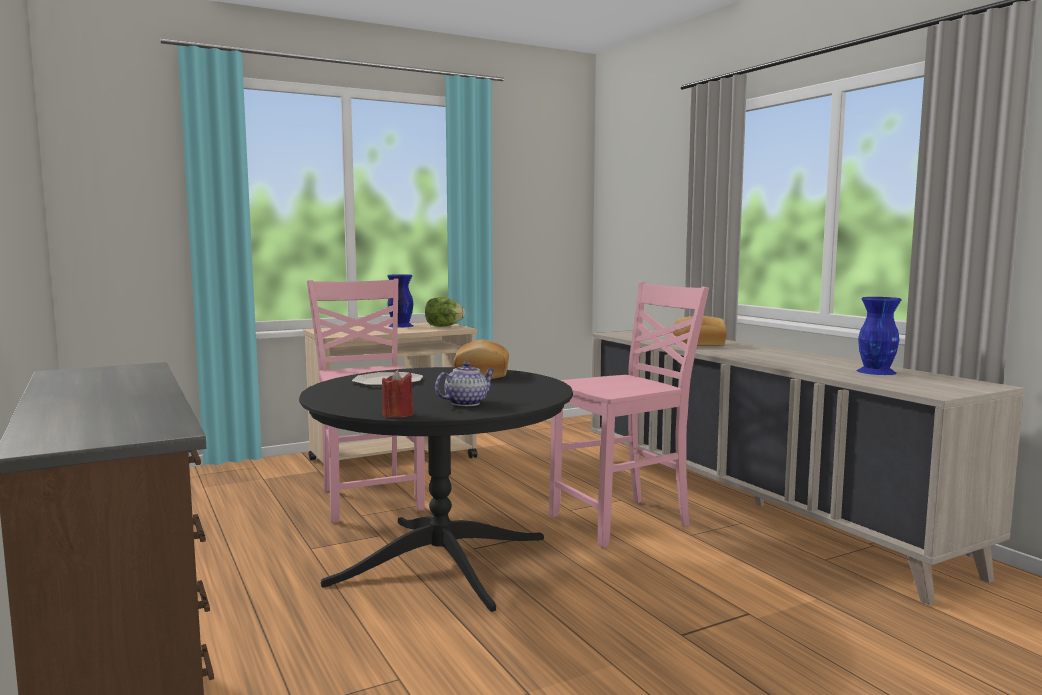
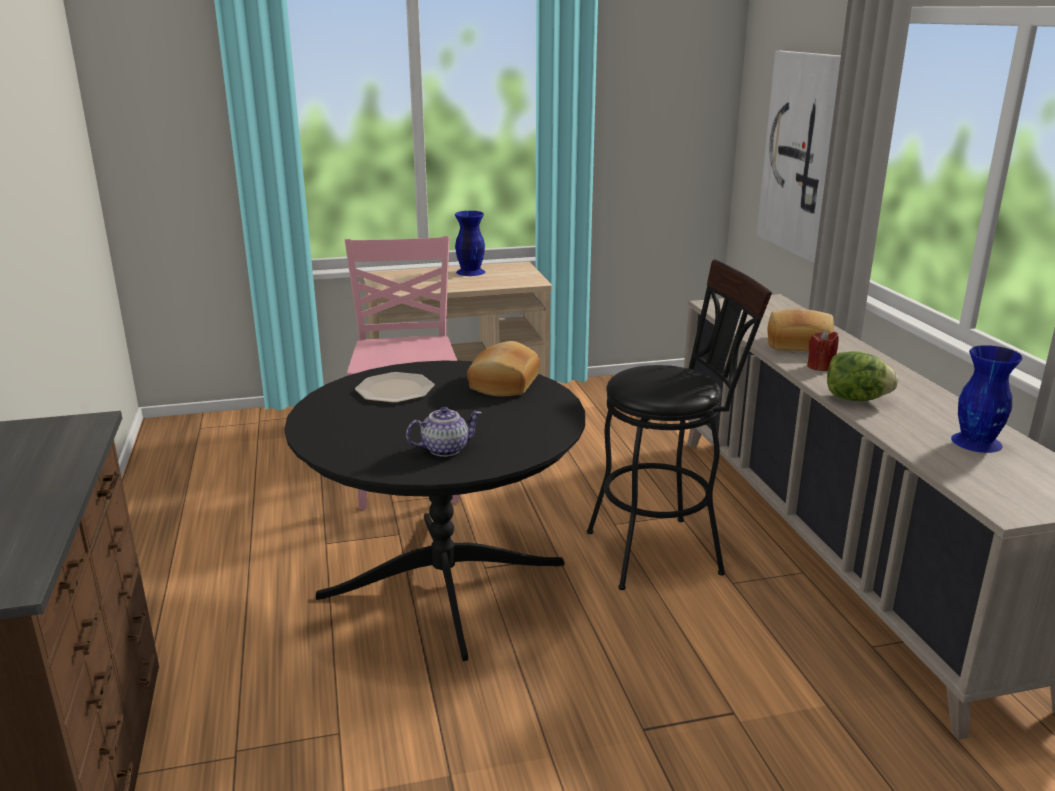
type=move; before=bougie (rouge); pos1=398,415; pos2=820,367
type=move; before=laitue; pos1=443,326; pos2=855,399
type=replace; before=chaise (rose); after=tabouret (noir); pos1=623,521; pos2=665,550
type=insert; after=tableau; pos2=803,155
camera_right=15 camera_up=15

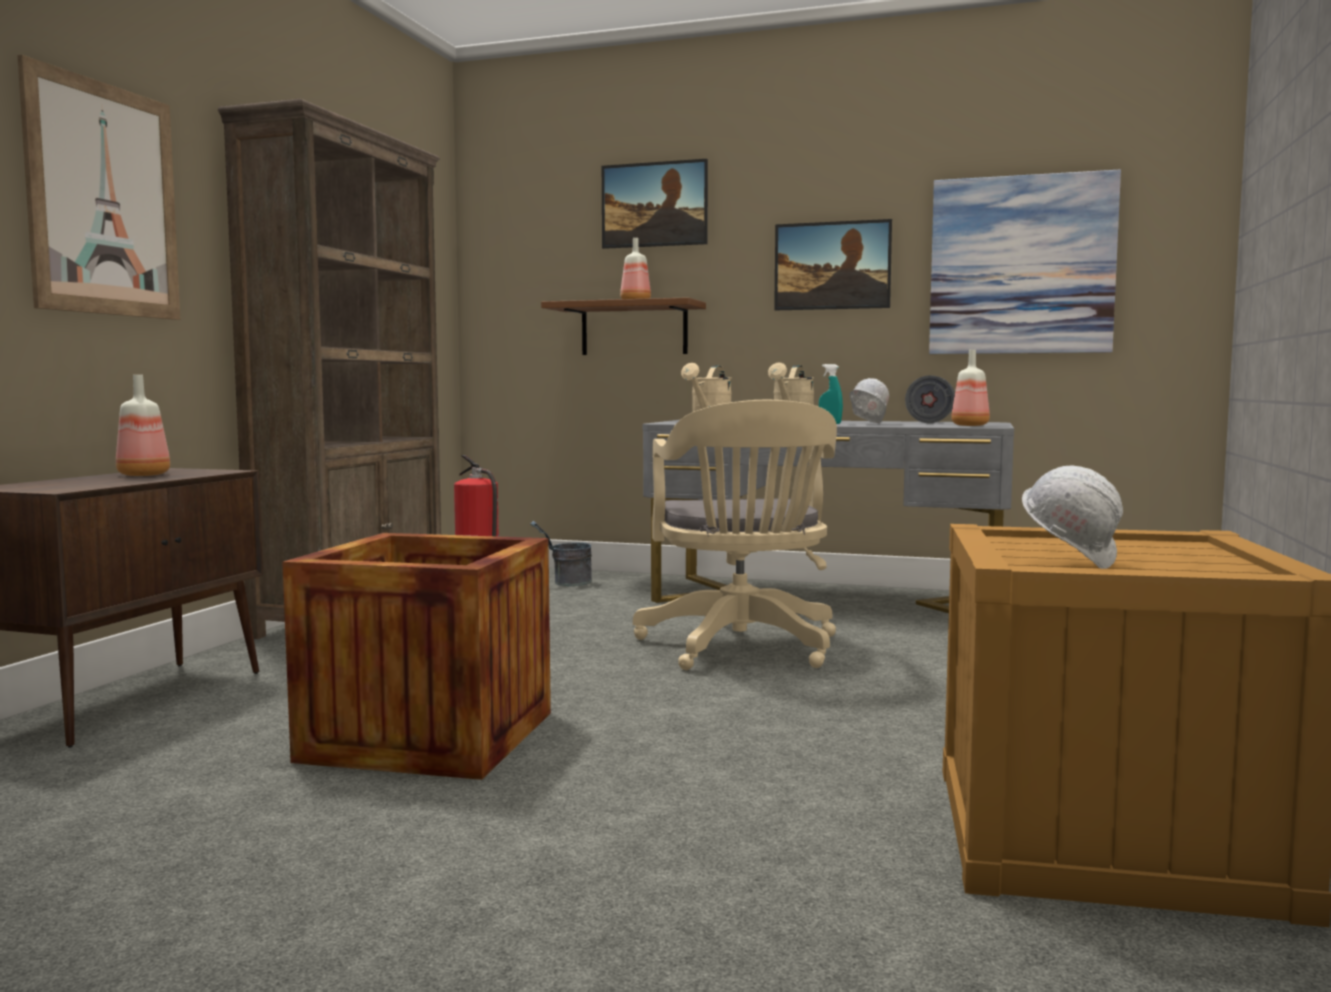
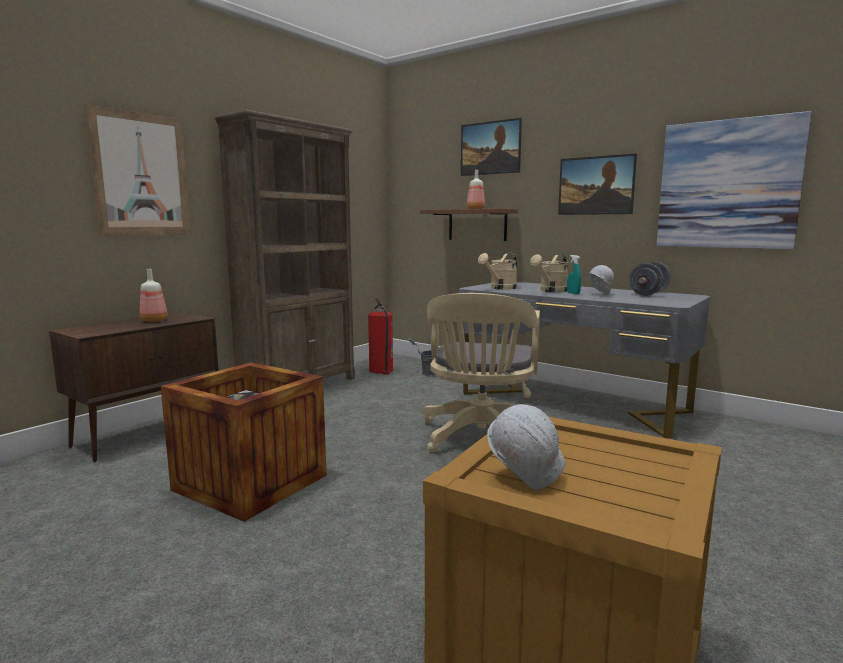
type=delete; before=bouteille; pos1=971,425
camera_right=20 camera_up=5

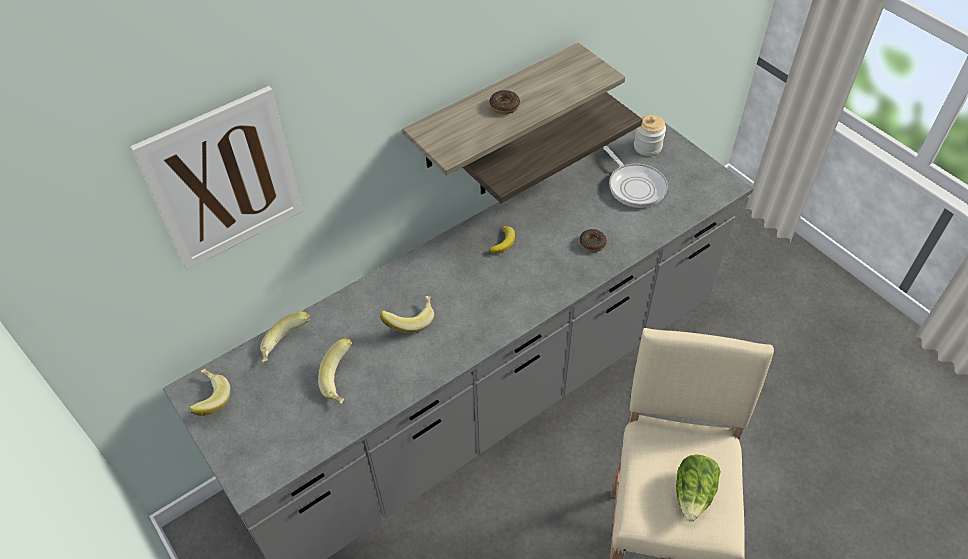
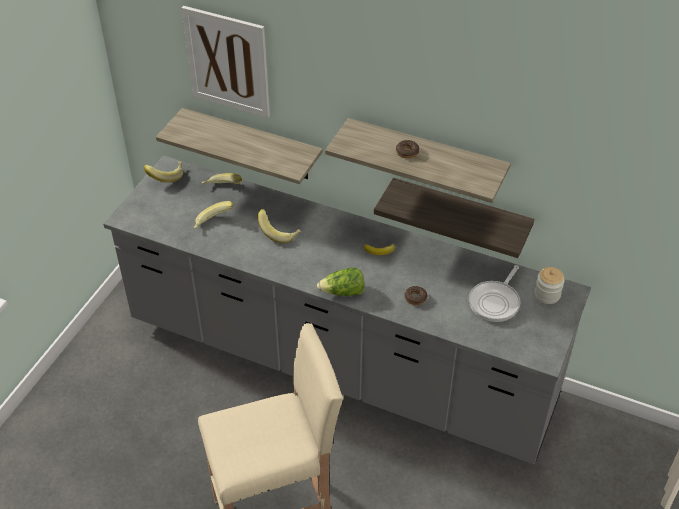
type=move; before=laitue; pos1=693,494; pos2=343,292
type=insert; after=étagère; pos2=252,144
camera_right=60 camera_up=-5

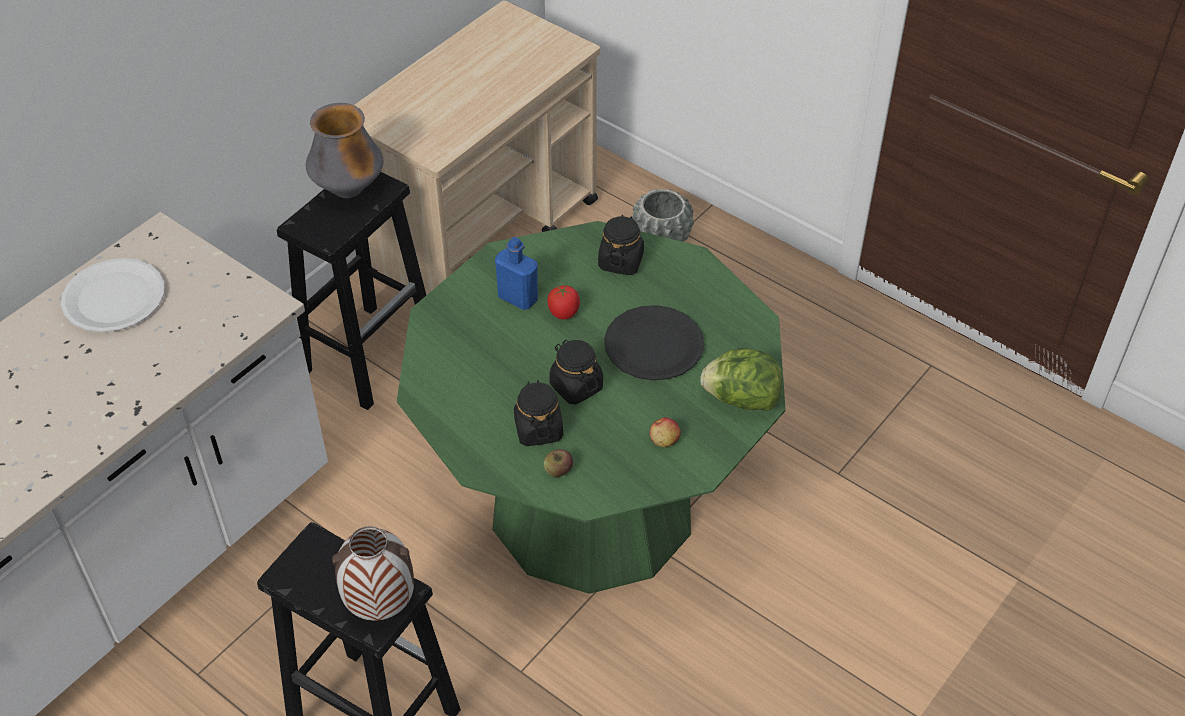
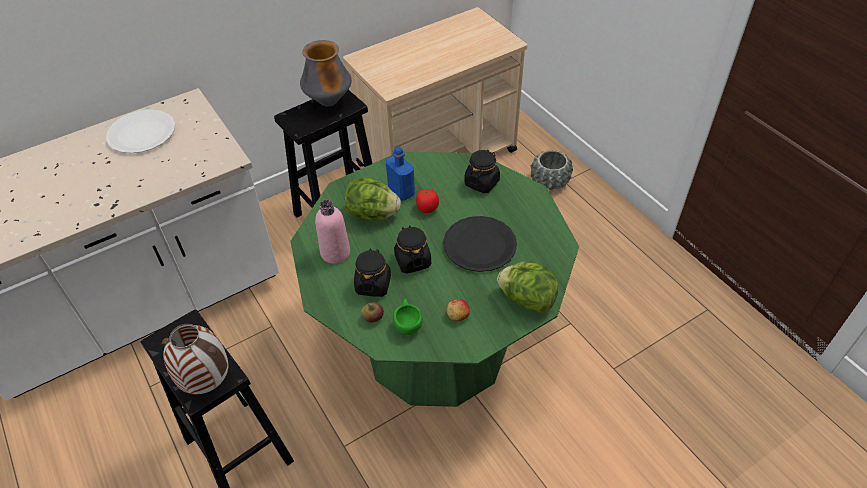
type=insert; after=bouteille (rose); pos2=335,253
type=insert; after=laitue; pos2=372,214
type=insert; after=tasse (vert); pos2=407,323
camera_right=20 camera_up=0

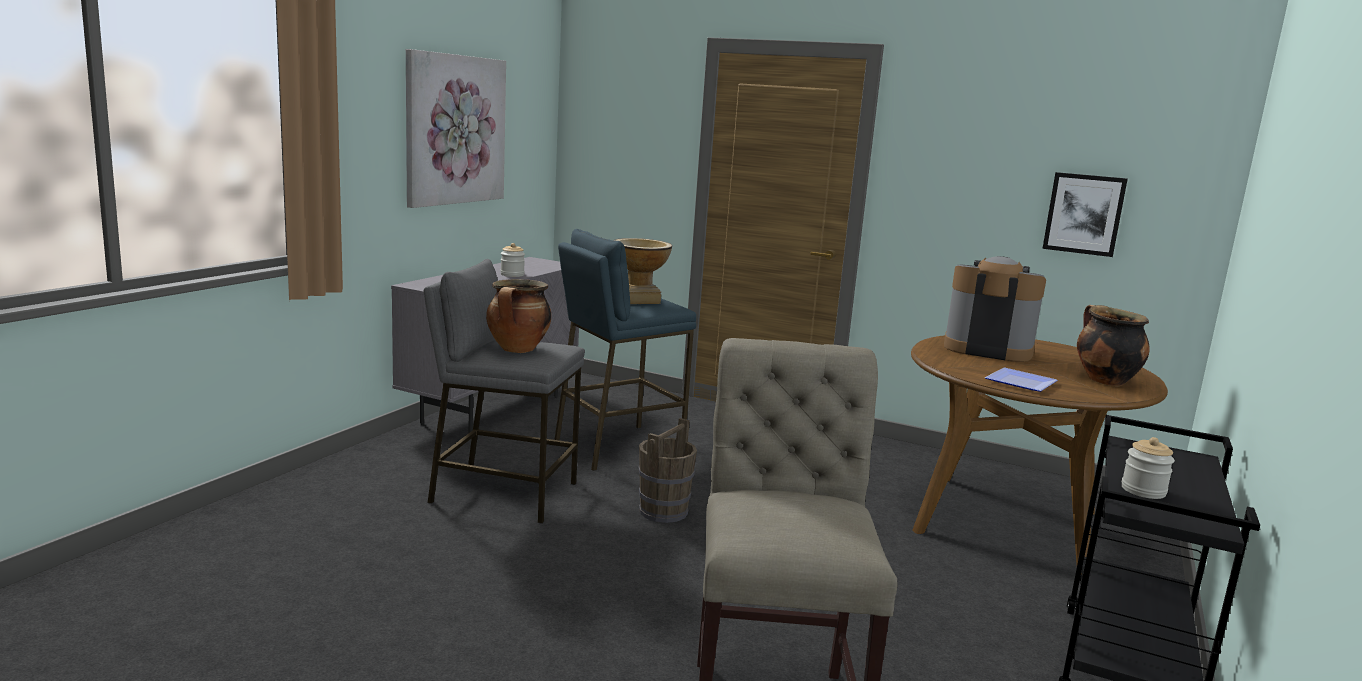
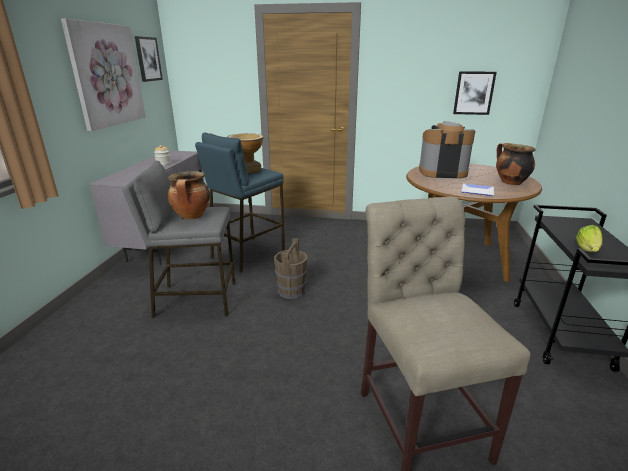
type=replace; before=bocal; after=laitue; pos1=1143,491; pos2=587,249
type=insert; after=tableau; pos2=148,59
camera_right=-15 camera_up=10

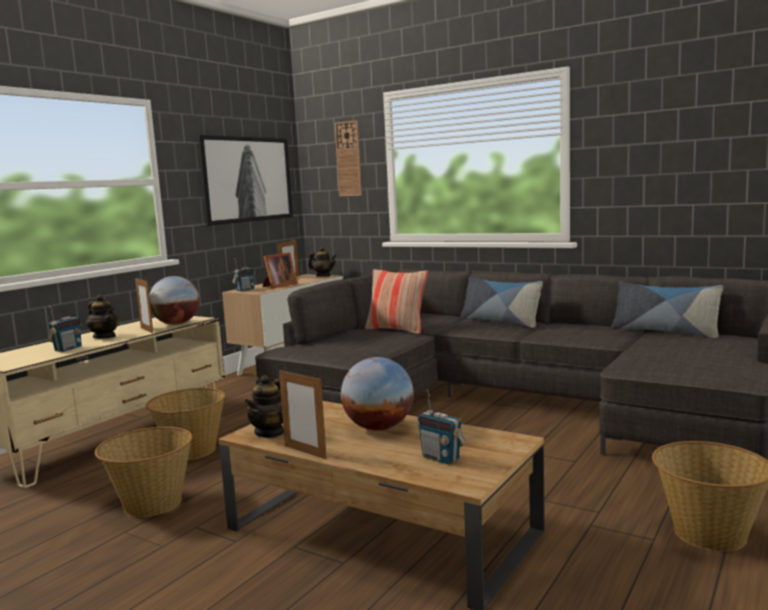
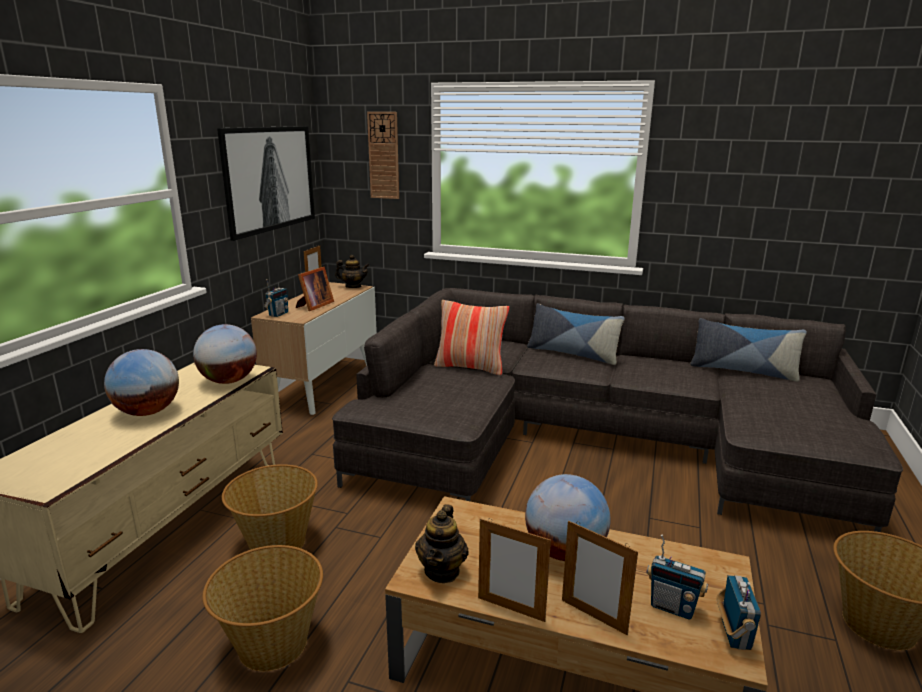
type=move; before=radio; pos1=68,349; pos2=734,634
type=replace; before=théière; after=globe; pos1=105,337; pos2=147,412
type=move; before=cadre photo; pos1=147,330; pos2=593,616
camera_right=-15 camera_up=10

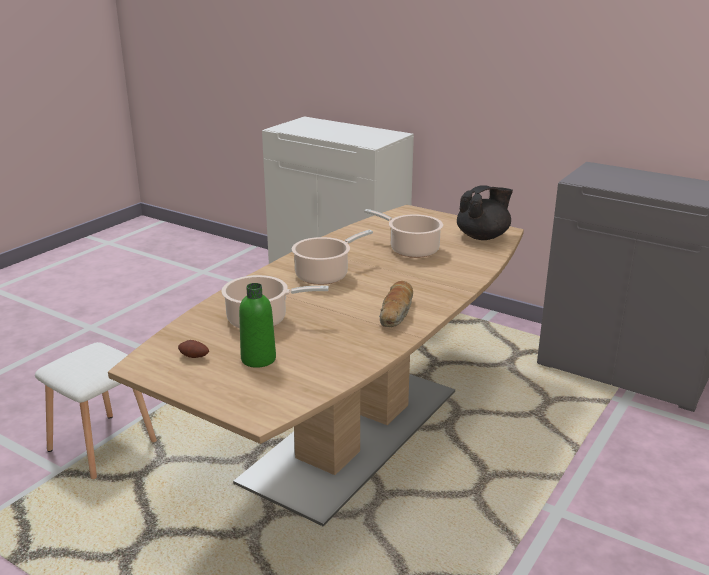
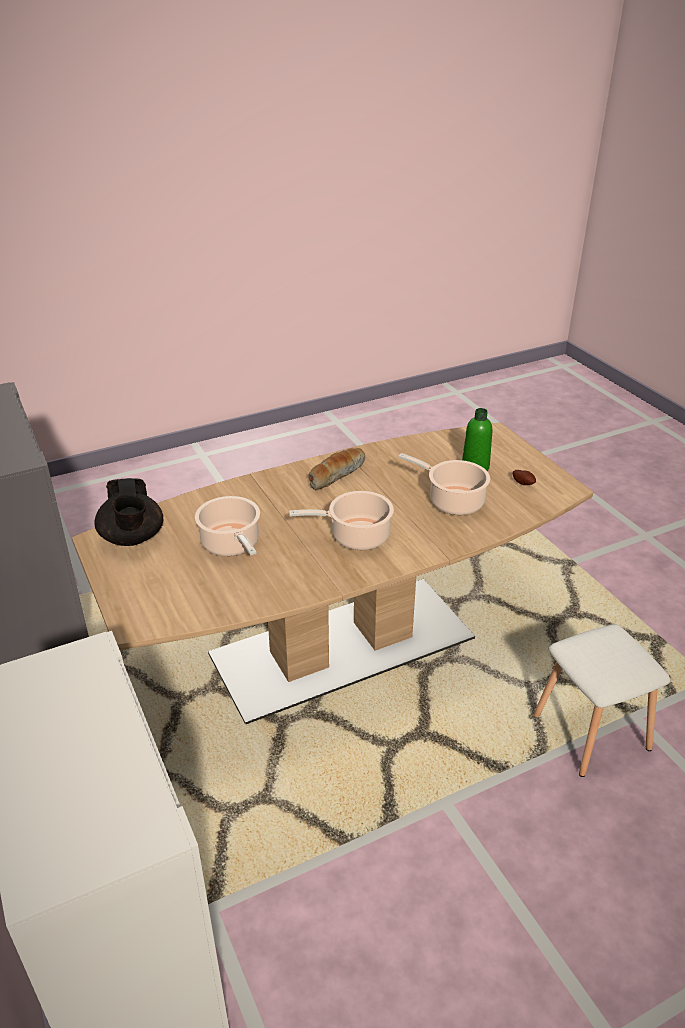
type=rotate; before=théière (noir); pos1=483,236; pos2=132,538; turn=-105
camera_right=-150 camera_up=10

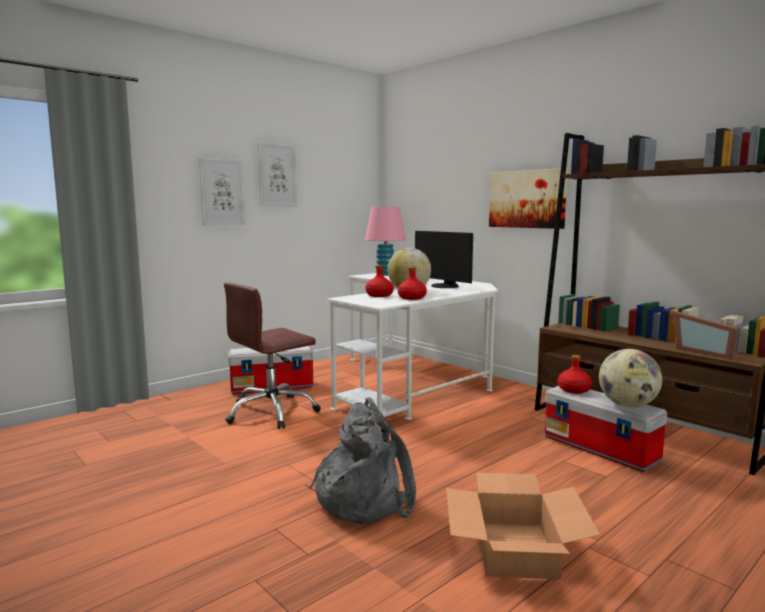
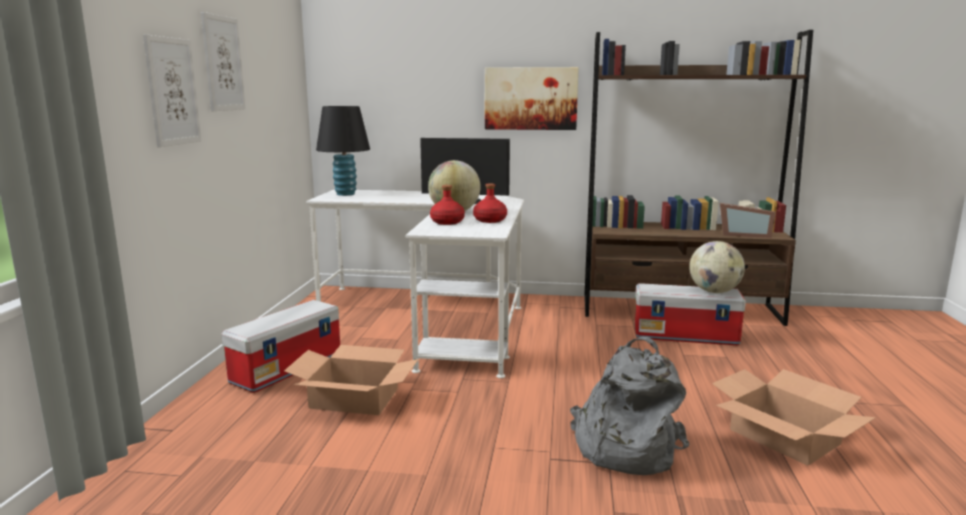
type=replace; before=chaise de bureau (marron); after=carton; pos1=272,412; pos2=354,398
type=recolor; before=lampe de table (rose); after=lampe de table (noir); pos1=385,274; pos2=346,194
type=delete; before=bouteille (rouge); pos1=573,390
camera_right=-40 camera_up=5

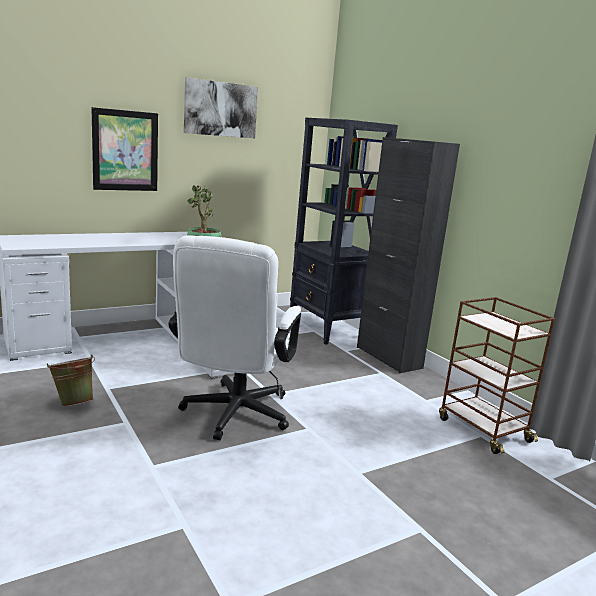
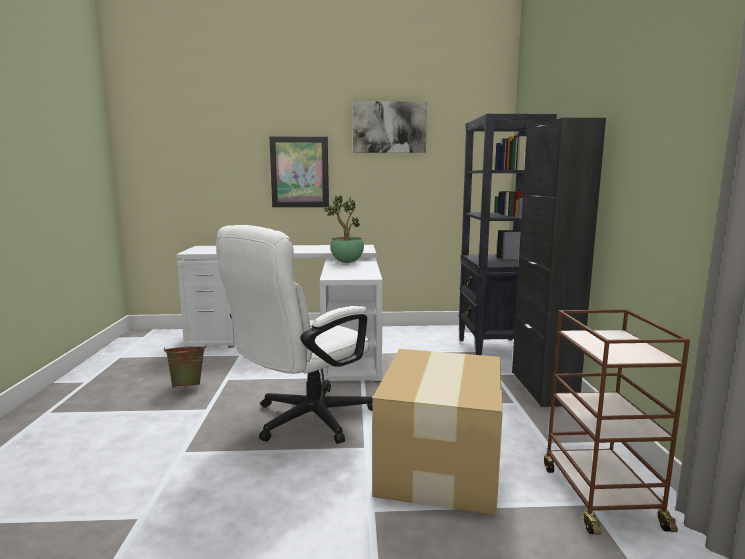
type=insert; after=carton; pos2=441,464
camera_right=30 camera_up=-5

